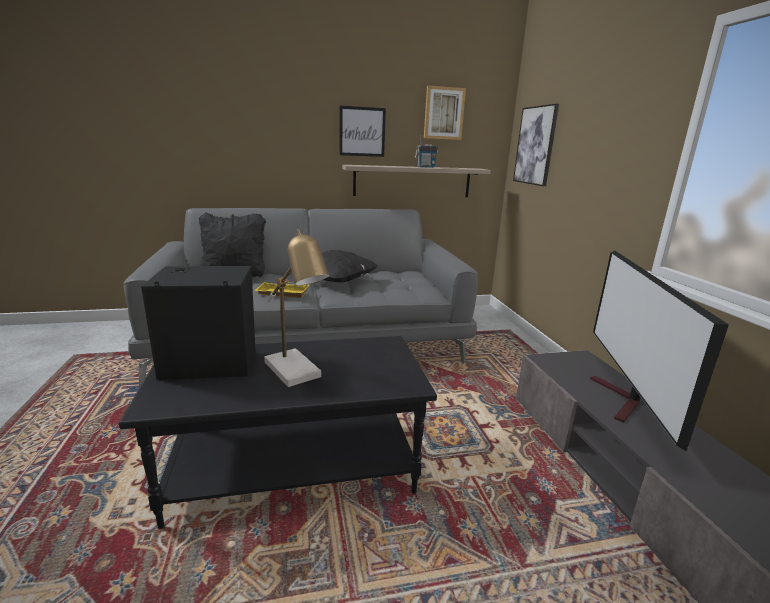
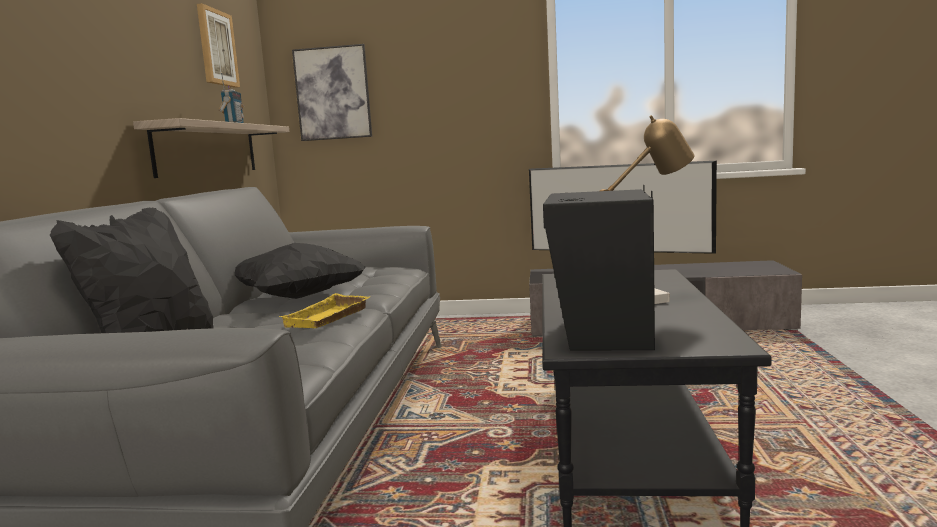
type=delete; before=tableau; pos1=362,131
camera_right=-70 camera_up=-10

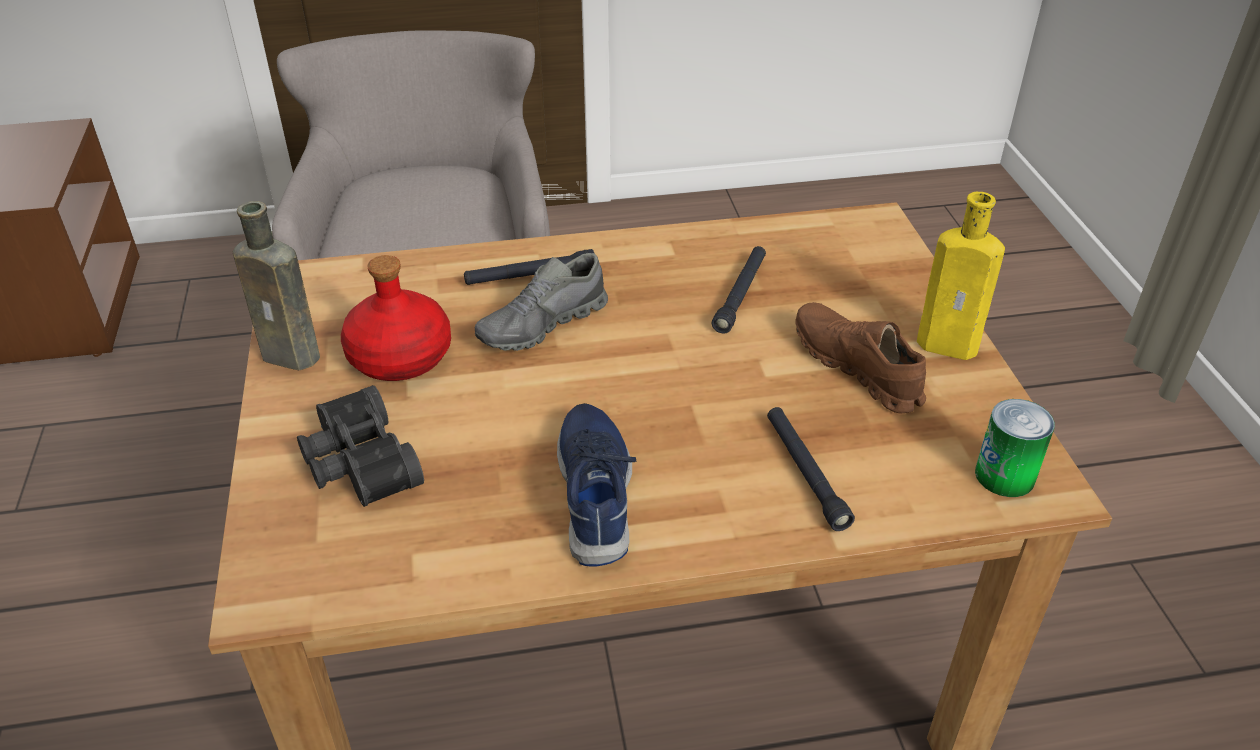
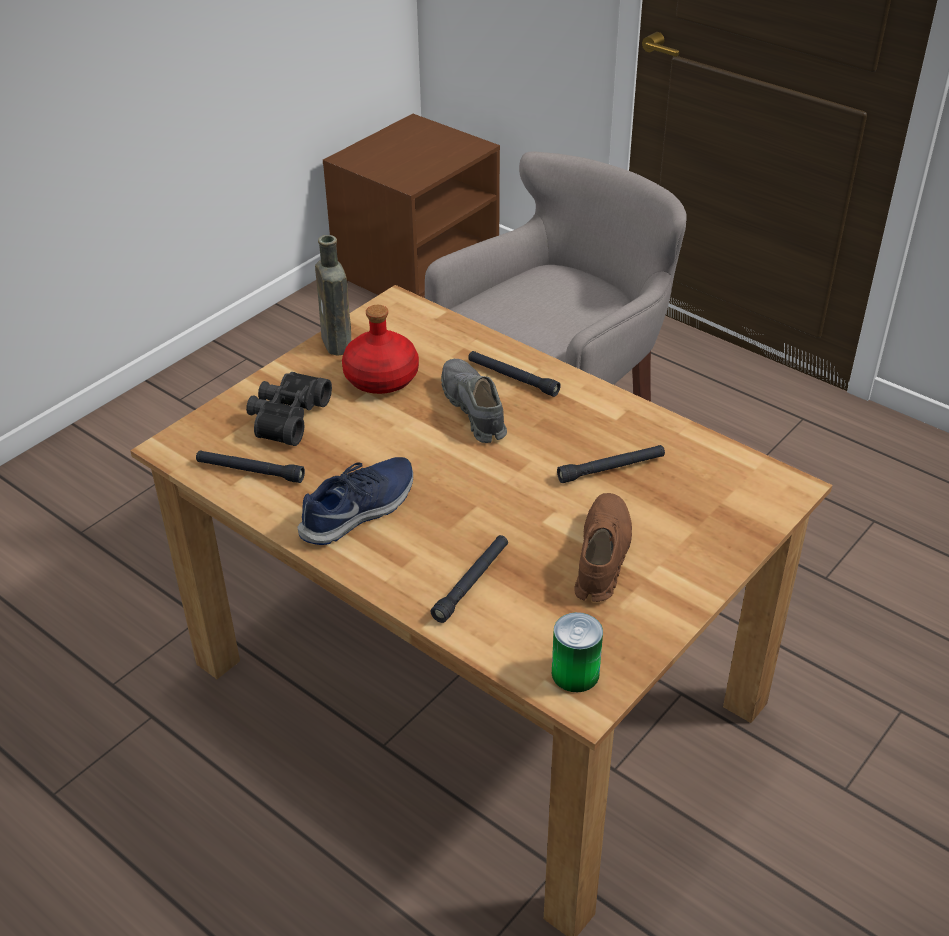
type=rotate; before=chaussure (gris); pos1=542,325; pos2=473,409; turn=60
type=delete; before=bouteille (jaune); pos1=952,346
type=insert; after=lampe de poche (noir); pos2=250,471
camera_right=50 camera_up=0

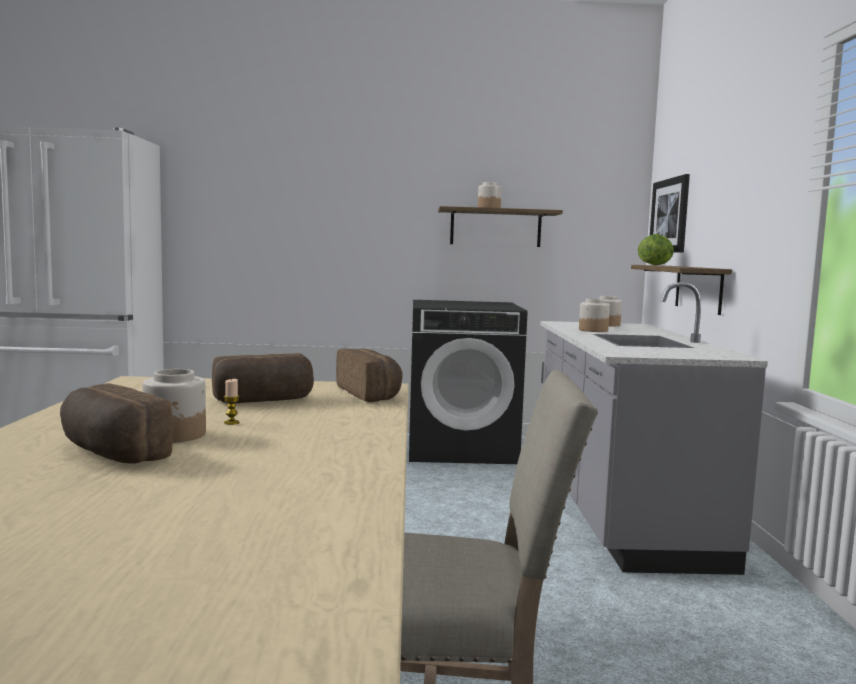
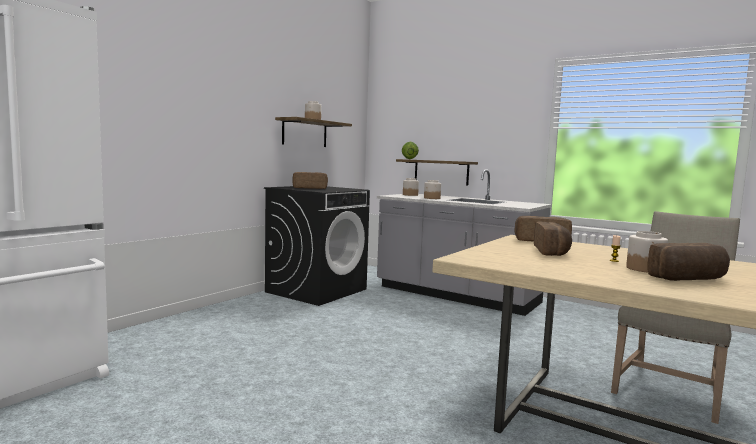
type=delete; before=tableau; pos1=670,215
type=insert; after=pain; pos2=310,188
camera_right=-55 camera_up=0

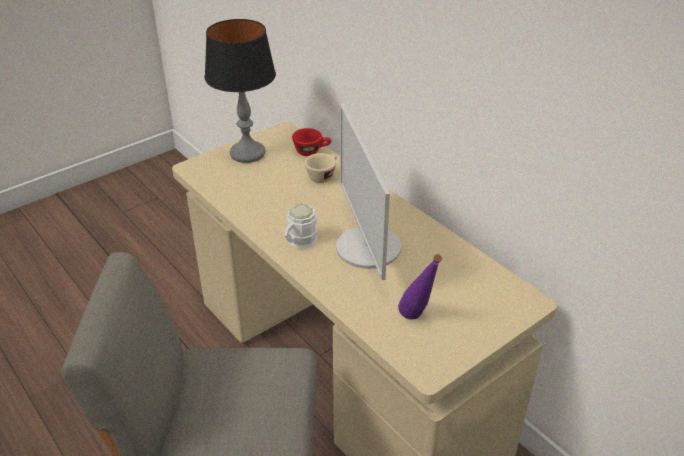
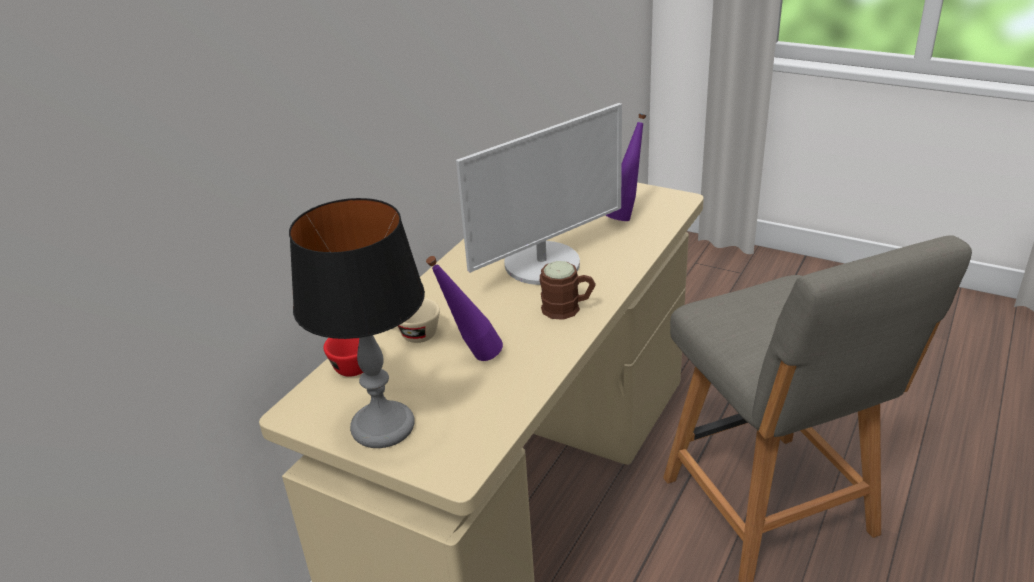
type=recolor; before=mug (blanc); after=mug (marron); pos1=299,242; pos2=568,308
type=insert; after=bouteille (violet); pos2=471,359
camera_right=-110 camera_up=-5

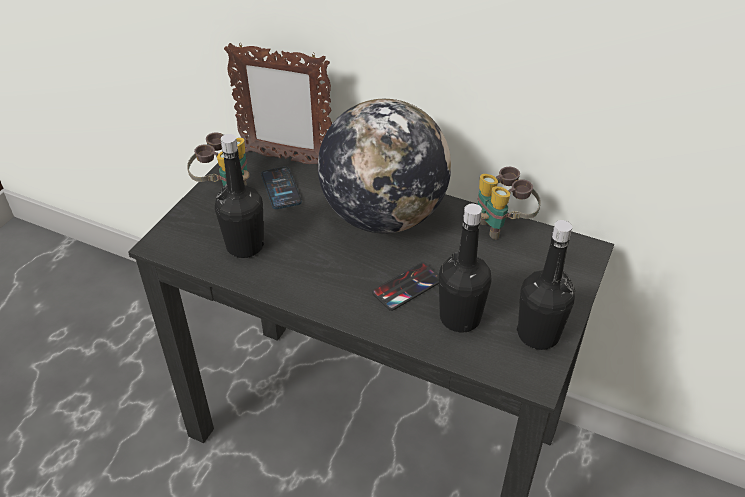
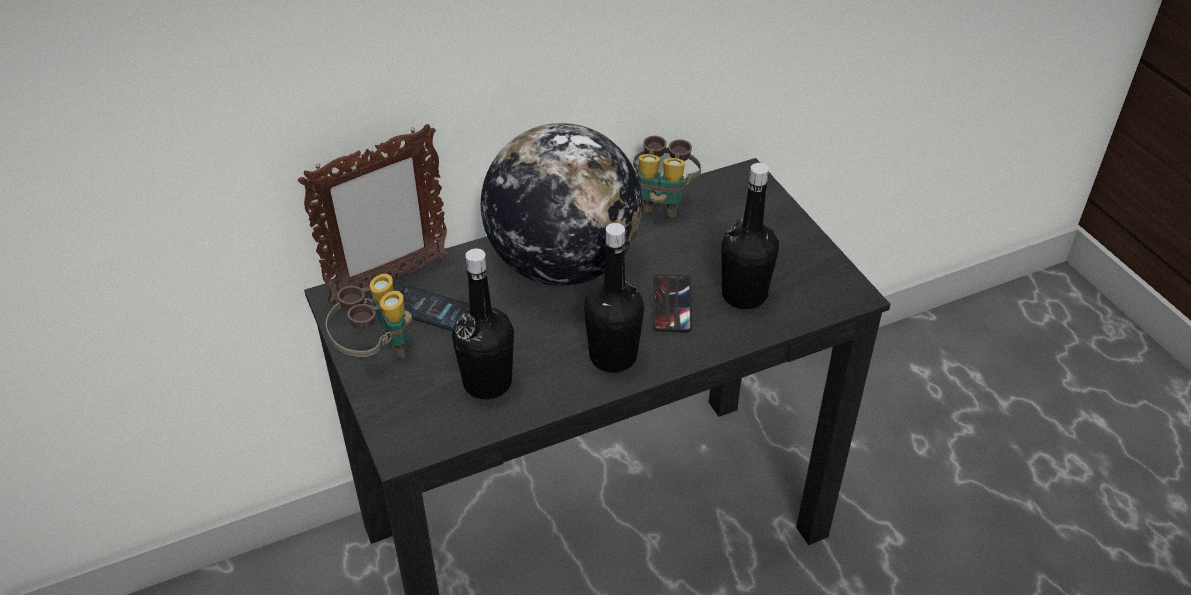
type=move; before=bouteille (noir); pos1=538,335; pos2=613,356
camera_right=-50 camera_up=0

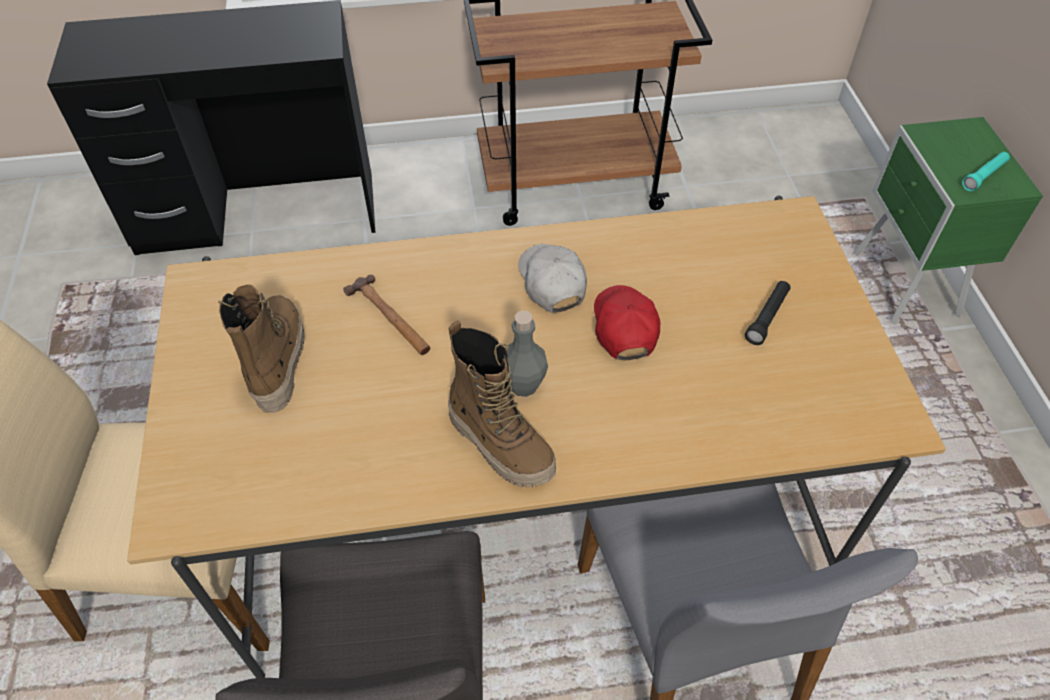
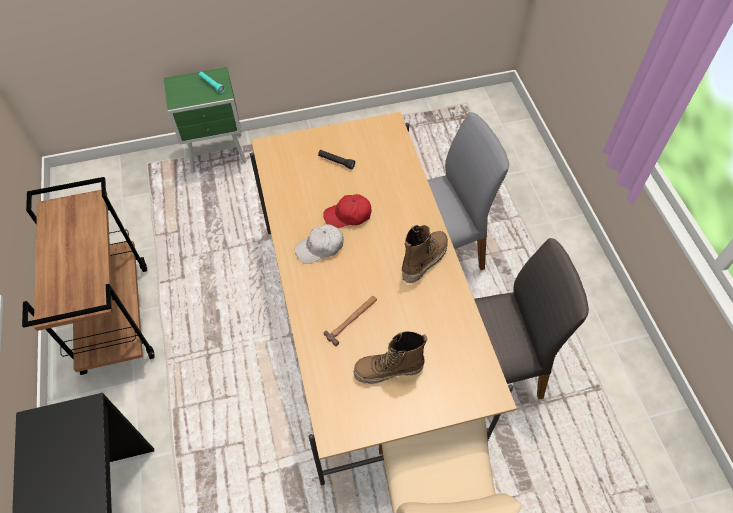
type=delete; before=bouteille (gris); pos1=523,385
camera_right=-95 camera_up=5

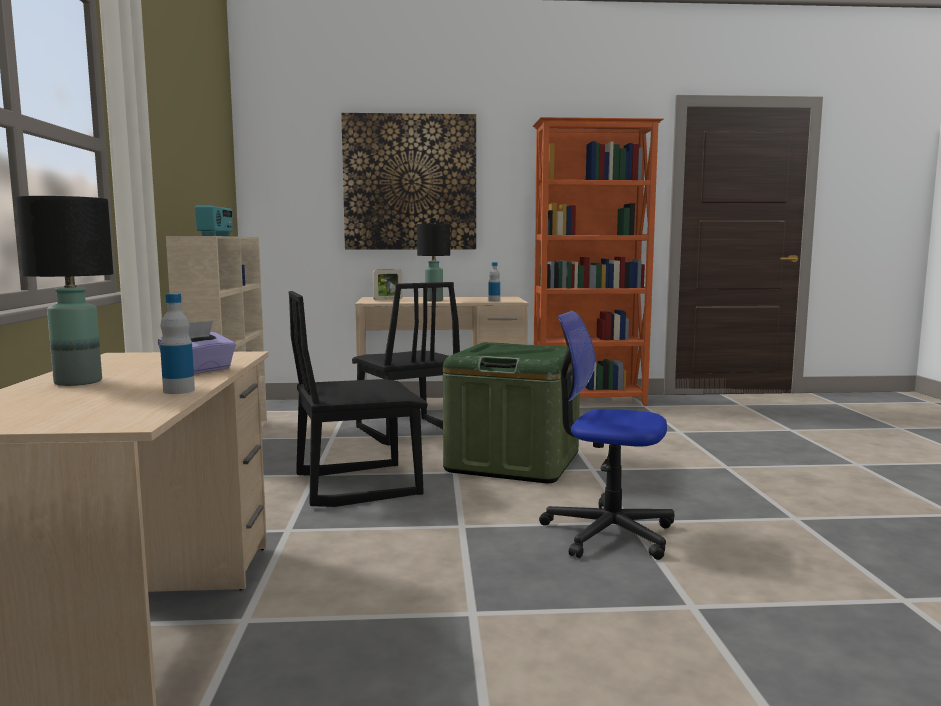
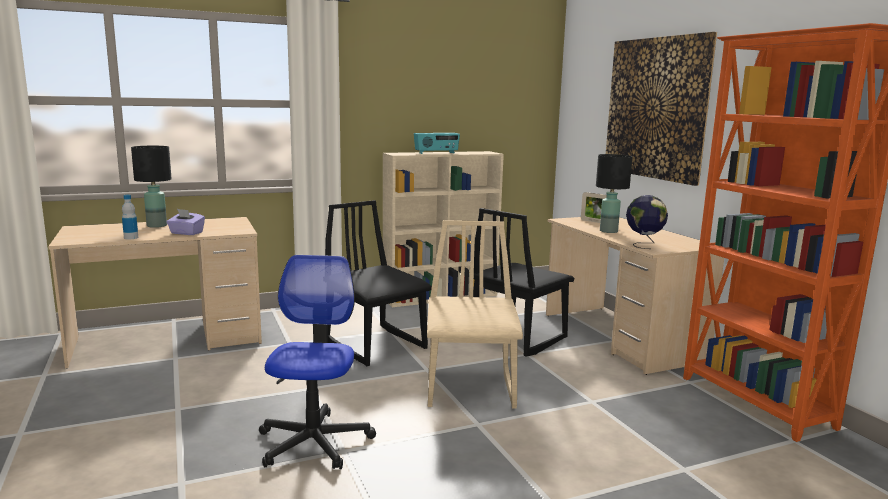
type=replace; before=boîte de rangement (vert); after=chaise (beige); pos1=513,462; pos2=471,387
type=replace; before=bouteille; after=globe; pos1=494,301; pos2=643,245
camera_right=70 camera_up=5

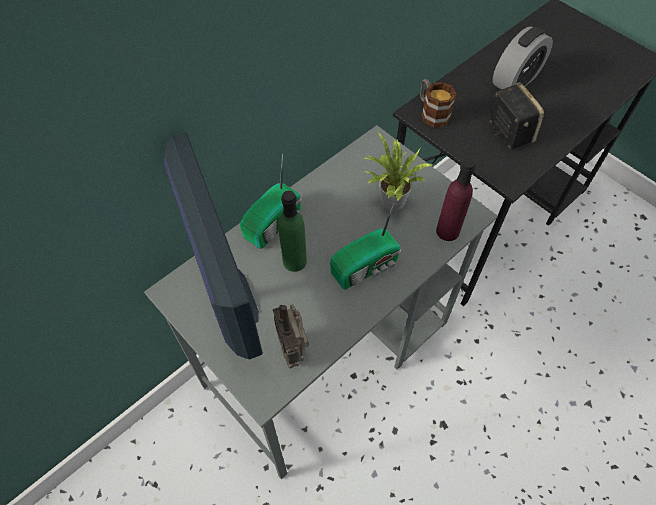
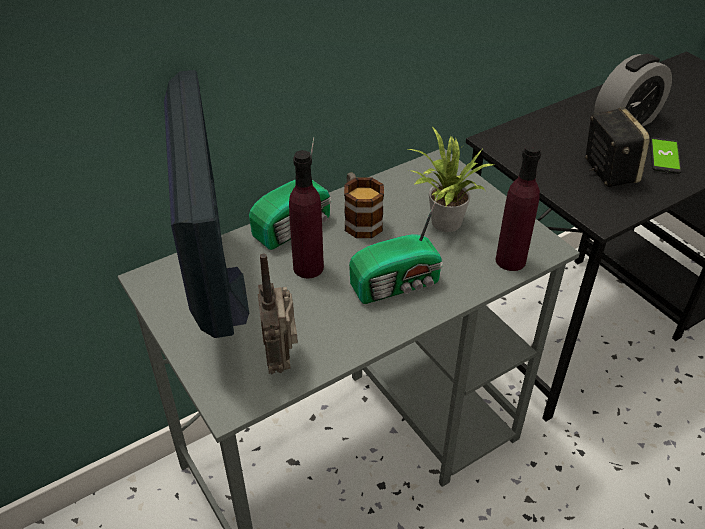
type=recolor; before=bouteille (vert); after=bouteille (violet); pos1=294,261; pos2=308,267
type=move; before=mug; pos1=431,112; pos2=360,220
type=insert; after=téléphone; pos2=664,156
camera_right=10 camera_up=-15

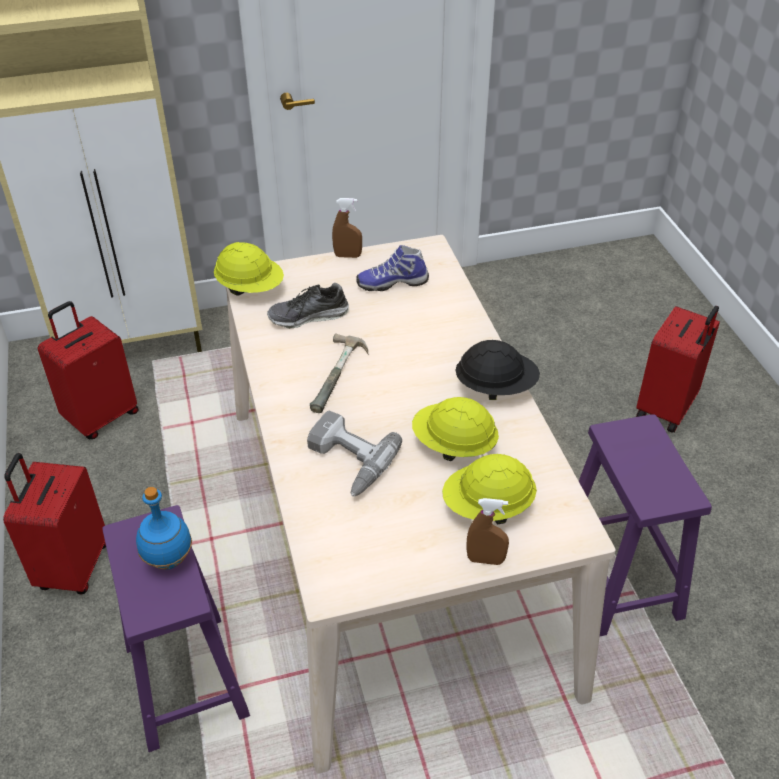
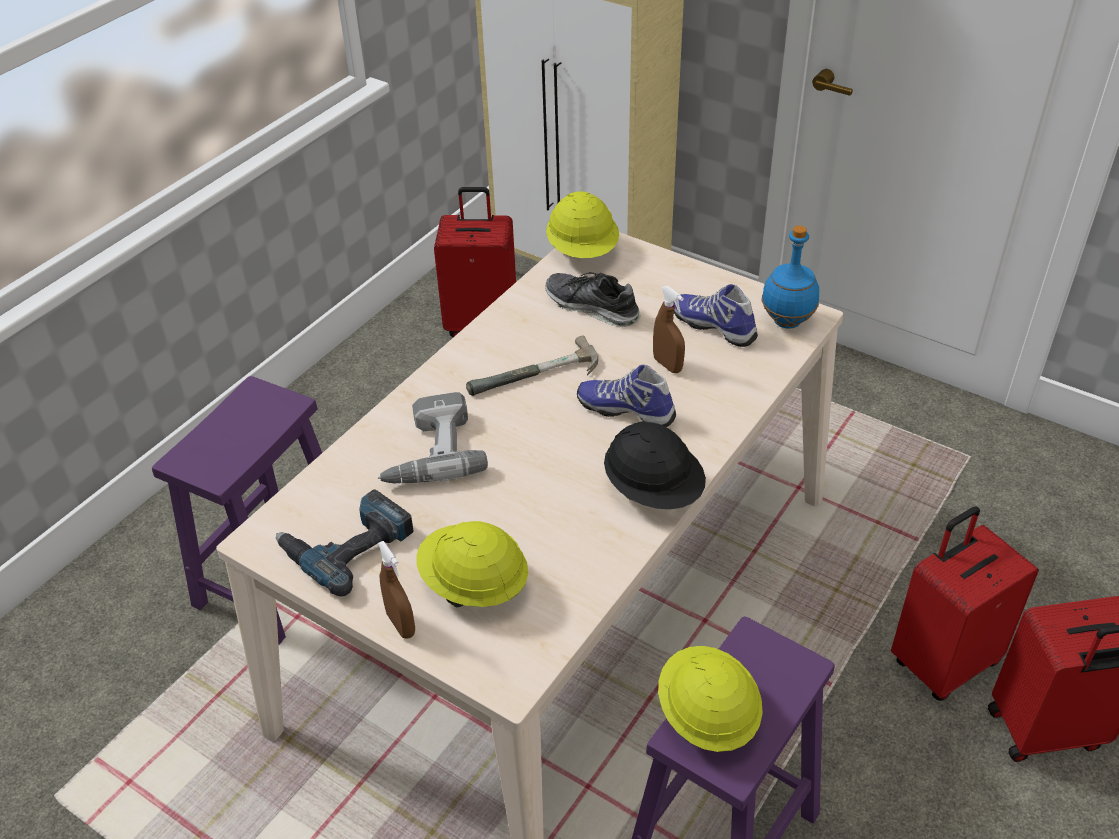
type=move; before=valise (rouge); pos1=72,567; pos2=943,661
type=move; before=bouteille (bleu); pos1=168,560; pos2=786,321
type=move; before=vaporisateur (marron); pos1=348,256; pos2=667,365
type=move; before=casque de chantier (jaune); pos1=453,445; pos2=707,715
type=insert; after=perceuse; pos2=347,545
type=insert; after=chaussure; pos2=627,409
camera_right=50 camera_up=0

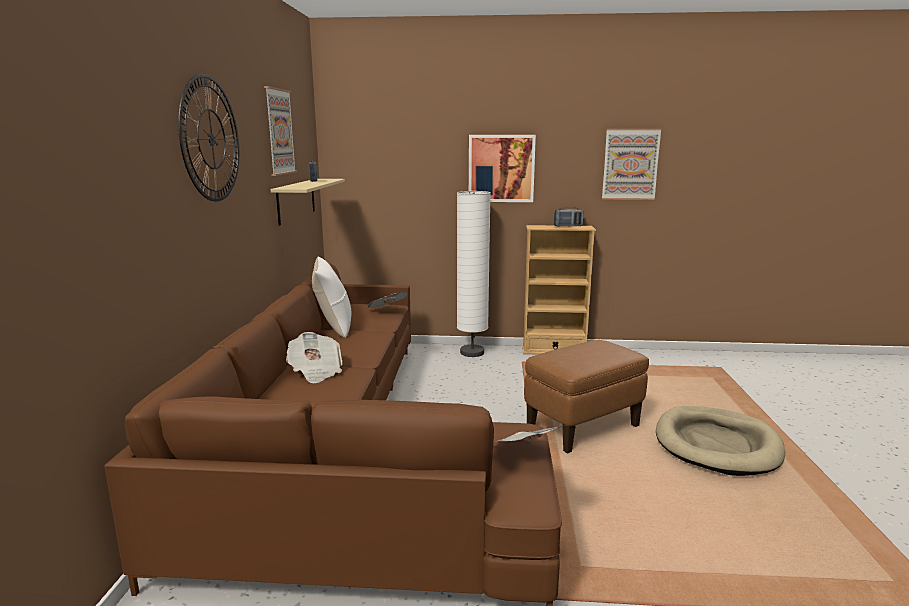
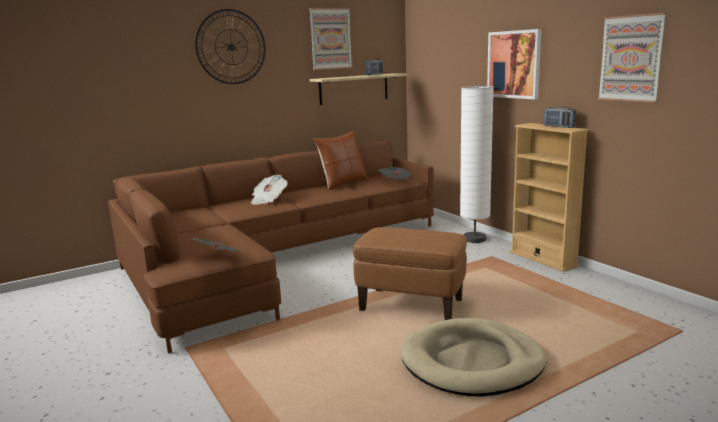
type=recolor; before=coussin (blanc); after=coussin (marron); pos1=334,327; pos2=343,183
camera_right=55 camera_up=0

